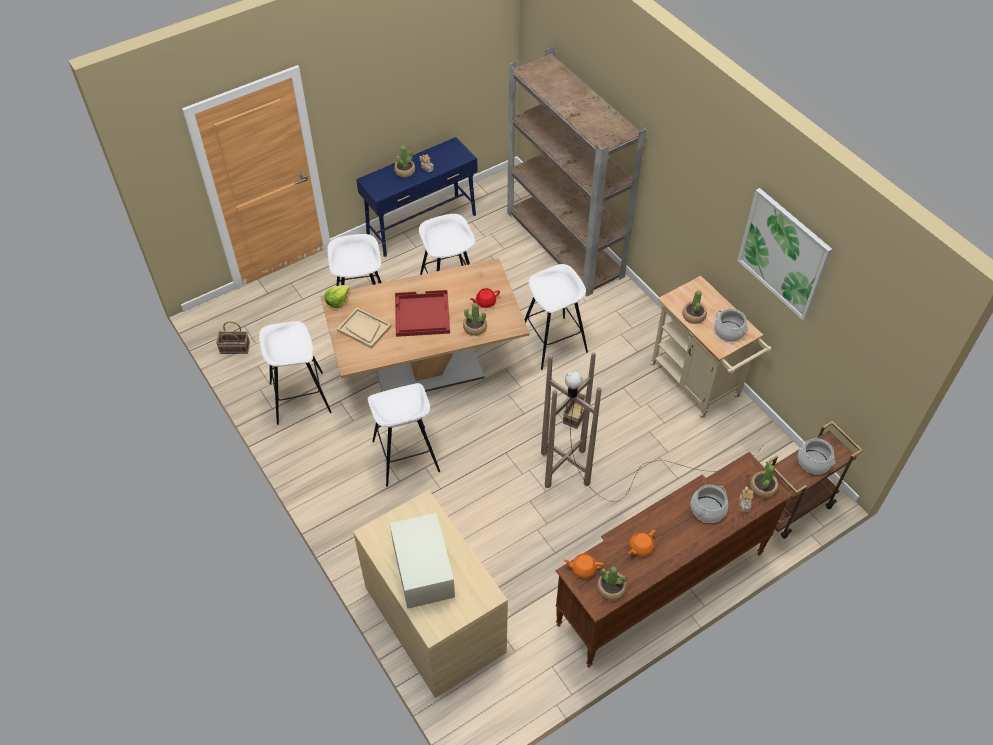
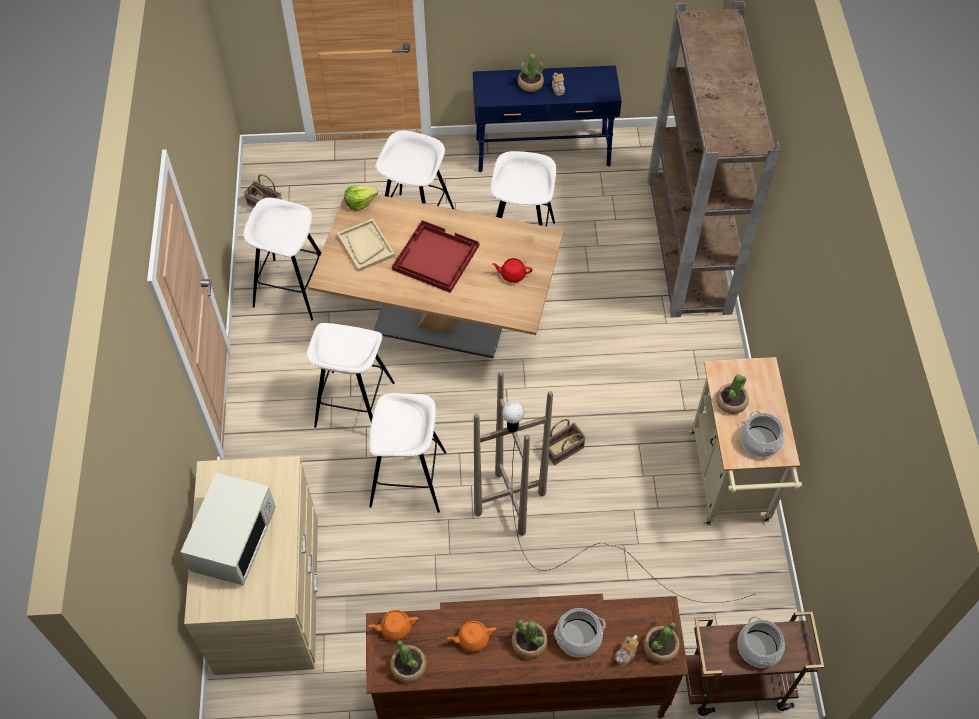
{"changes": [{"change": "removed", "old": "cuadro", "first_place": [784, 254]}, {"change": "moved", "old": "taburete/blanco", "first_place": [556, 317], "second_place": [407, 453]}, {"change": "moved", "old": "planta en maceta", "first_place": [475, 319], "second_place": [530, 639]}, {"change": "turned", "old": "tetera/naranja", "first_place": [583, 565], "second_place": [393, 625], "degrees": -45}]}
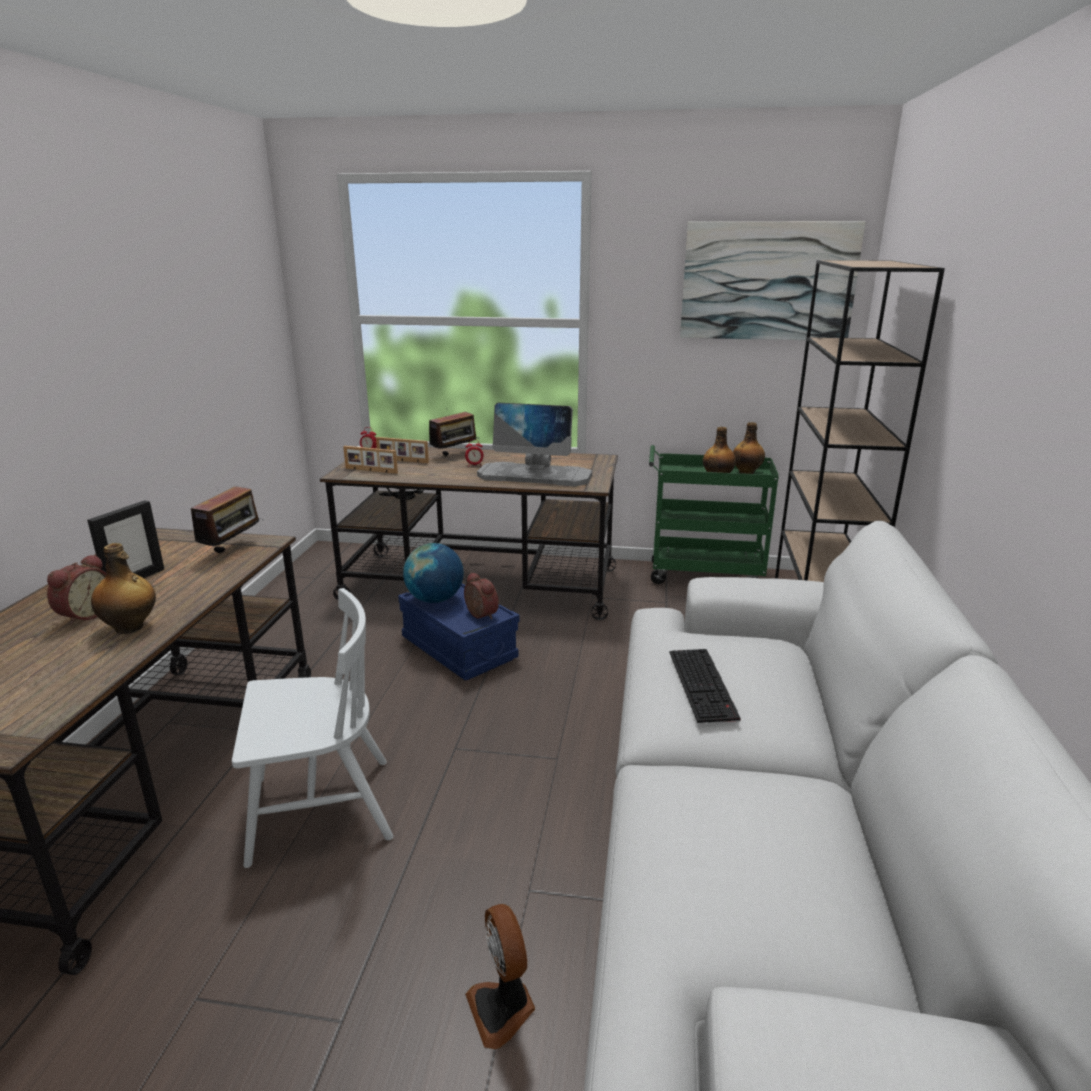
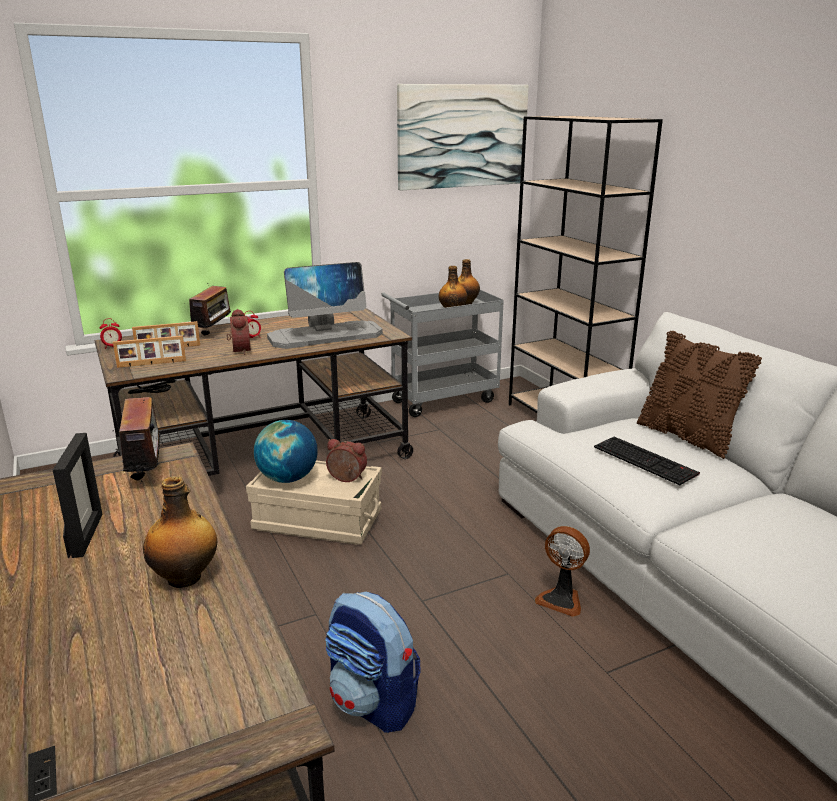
{"changes": [{"change": "recoloured", "old": "carrito/verde", "new": "carrito/gris", "first_place": [713, 514], "second_place": [442, 353]}, {"change": "moved", "old": "despertador", "first_place": [76, 590], "second_place": [238, 332]}, {"change": "recoloured", "old": "caja de almacenaje/azul", "new": "caja de almacenaje/beis", "first_place": [458, 632], "second_place": [314, 502]}, {"change": "replaced", "old": "silla/blanco", "new": "mochila", "first_place": [312, 728], "second_place": [373, 662]}, {"change": "moved", "old": "ventilador", "first_place": [500, 976], "second_place": [562, 571]}, {"change": "added", "new": "cojín/marrón", "second_place": [699, 395]}]}
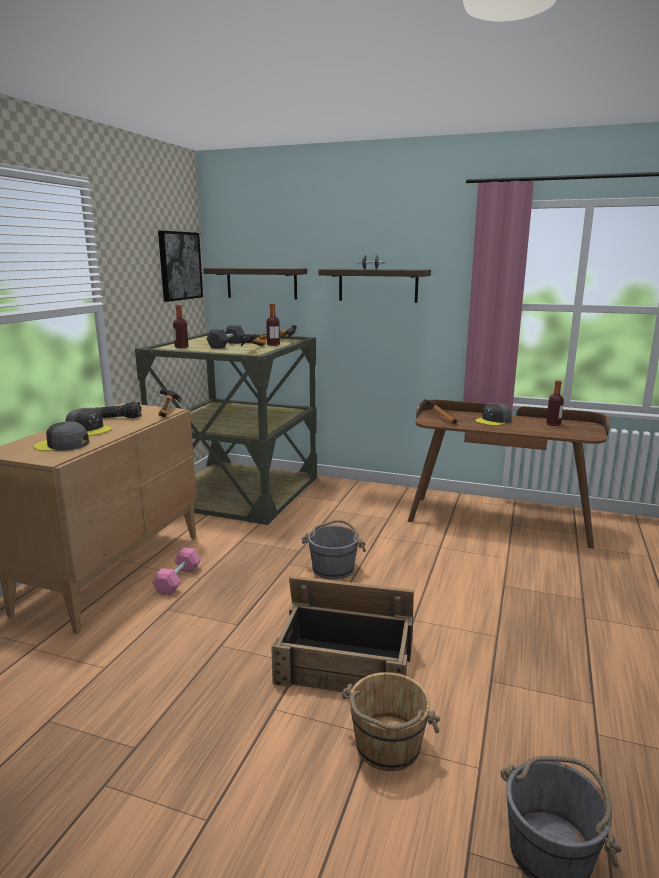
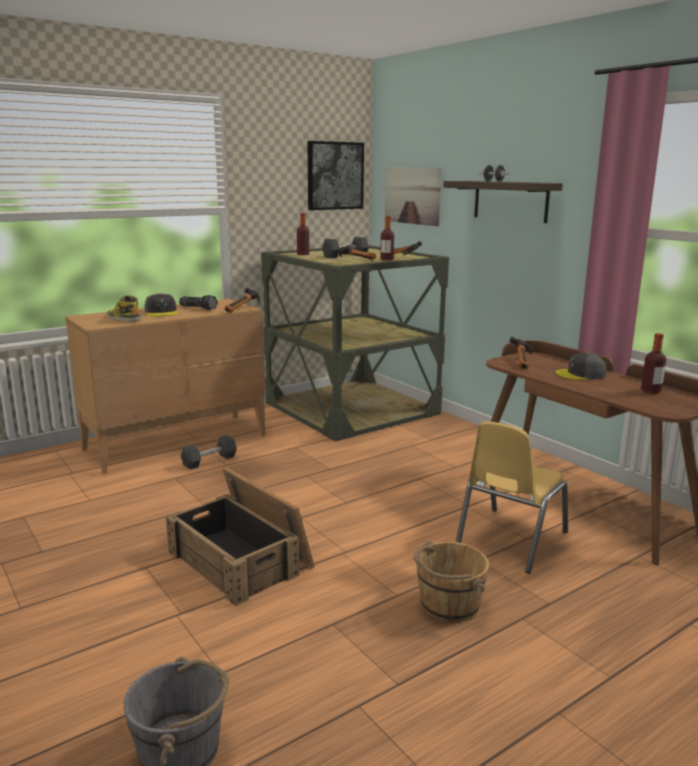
{"changes": [{"change": "replaced", "old": "estante", "new": "cuadro", "first_place": [255, 283], "second_place": [413, 196]}, {"change": "replaced", "old": "gorra/gris", "new": "bota", "first_place": [61, 436], "second_place": [123, 308]}, {"change": "removed", "old": "cubo/gris", "first_place": [334, 550]}, {"change": "recoloured", "old": "mancuerna/rosa", "new": "mancuerna/negro", "first_place": [176, 571], "second_place": [209, 452]}, {"change": "moved", "old": "cubo/marrón", "first_place": [391, 721], "second_place": [451, 582]}, {"change": "added", "new": "silla/amarillo", "second_place": [512, 497]}]}
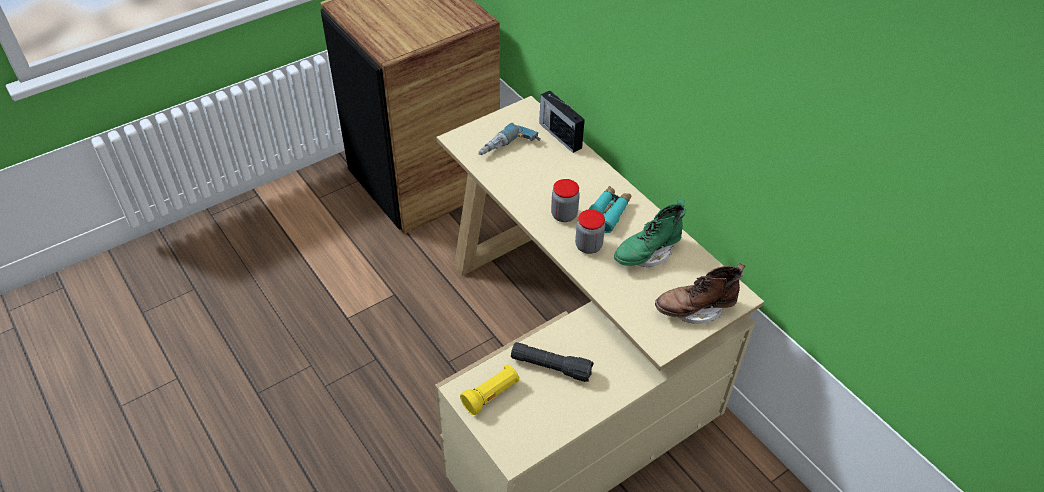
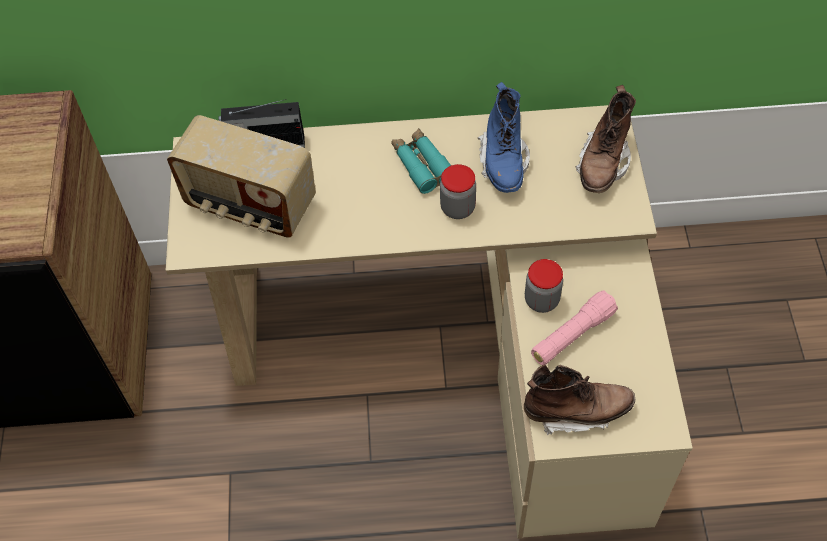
{"changes": [{"change": "replaced", "old": "taladro", "new": "radio", "first_place": [510, 139], "second_place": [241, 176]}, {"change": "moved", "old": "tarro", "first_place": [565, 200], "second_place": [544, 286]}, {"change": "recoloured", "old": "bota/verde", "new": "bota/azul", "first_place": [650, 233], "second_place": [504, 137]}, {"change": "recoloured", "old": "linterna/negro", "new": "linterna/rosa", "first_place": [552, 362], "second_place": [574, 328]}, {"change": "replaced", "old": "linterna/amarillo", "new": "bota/marrón", "first_place": [490, 390], "second_place": [579, 400]}]}
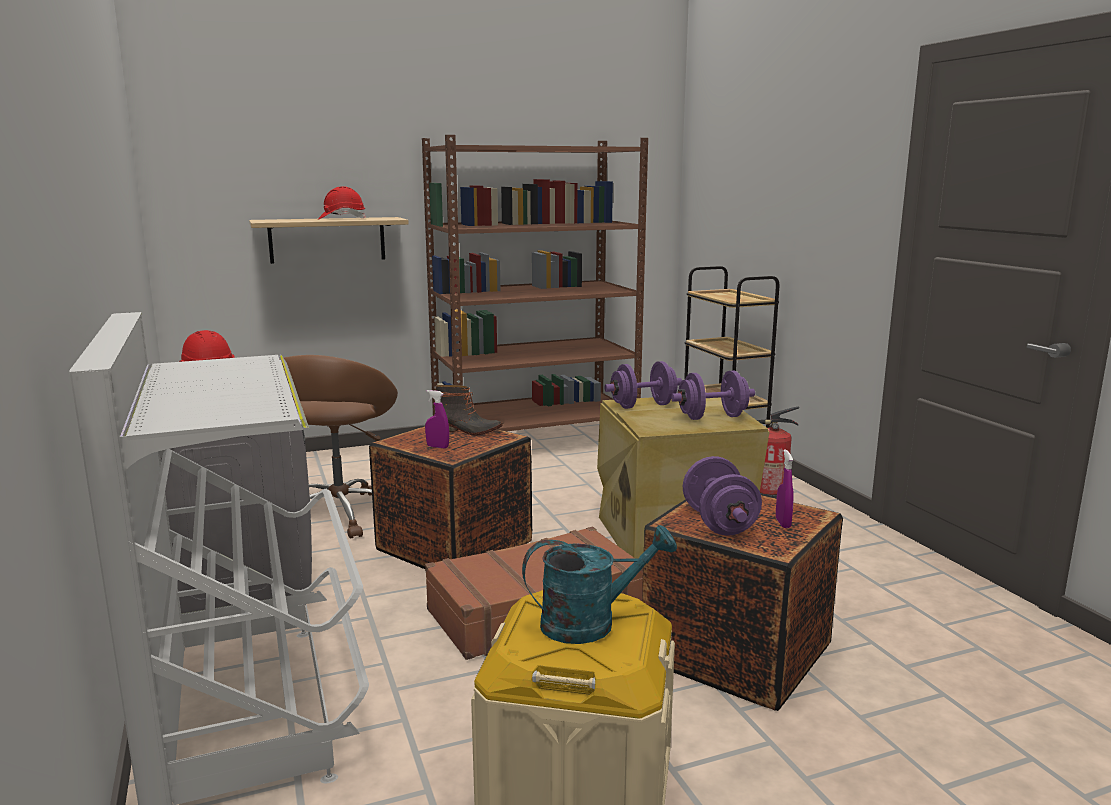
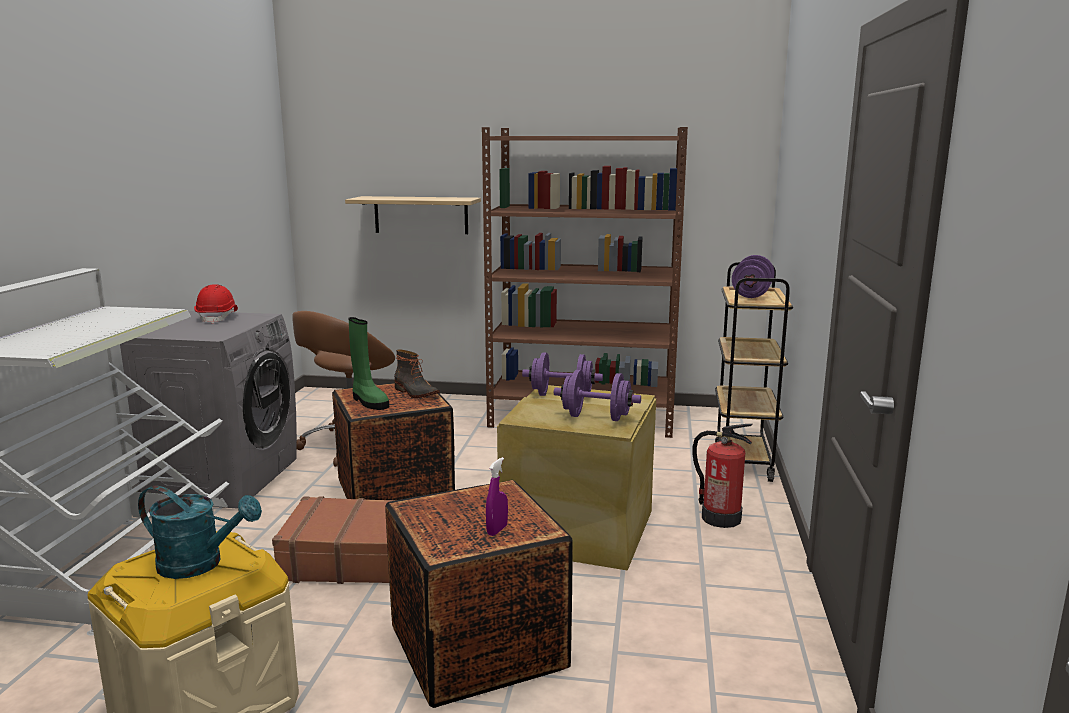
{"changes": [{"change": "removed", "old": "casco/rojo", "first_place": [342, 203]}, {"change": "replaced", "old": "pulverizador/morado", "new": "bota/verde", "first_place": [437, 419], "second_place": [368, 363]}, {"change": "moved", "old": "mancuerna/morado", "first_place": [722, 496], "second_place": [753, 276]}]}
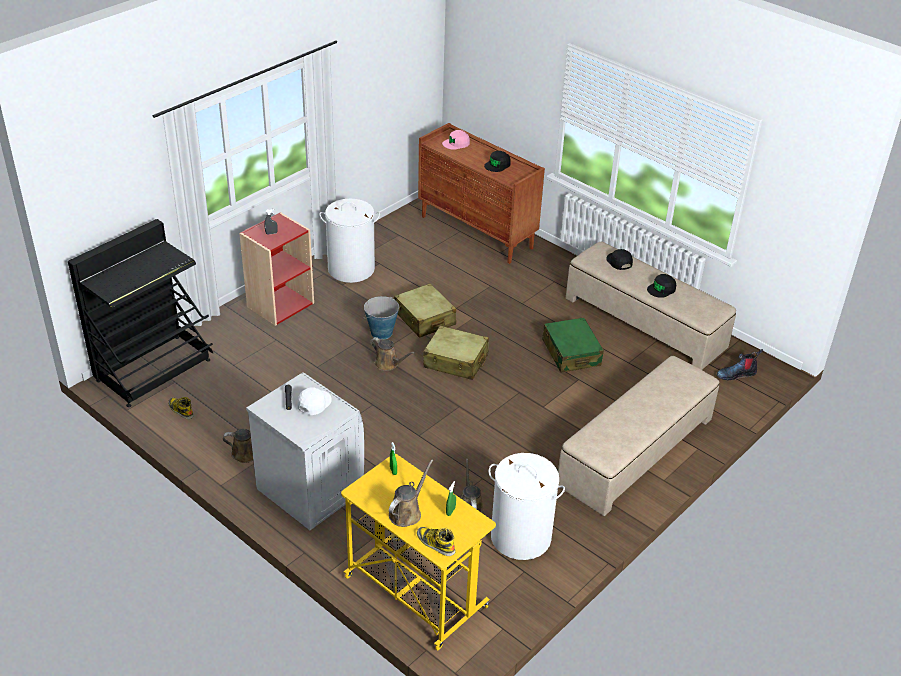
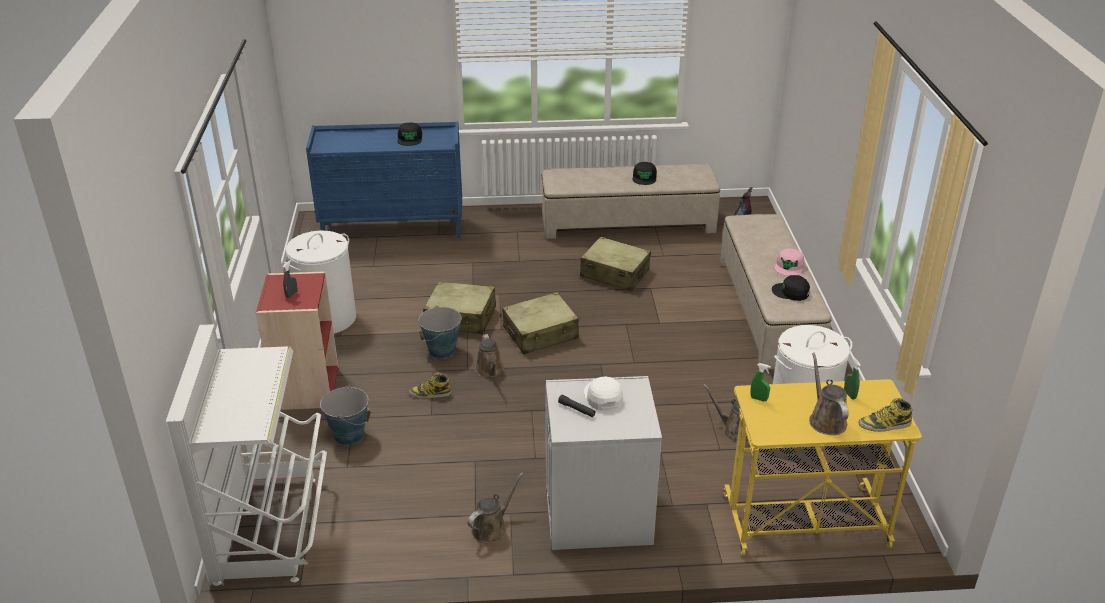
{"changes": [{"change": "recoloured", "old": "armario/marrón", "new": "armario/azul", "first_place": [481, 193], "second_place": [384, 180]}, {"change": "moved", "old": "gorra/rosa", "first_place": [456, 140], "second_place": [790, 262]}, {"change": "recoloured", "old": "zapatero/negro", "new": "zapatero/blanco", "first_place": [140, 313], "second_place": [246, 455]}, {"change": "moved", "old": "gorra/negro", "first_place": [619, 259], "second_place": [791, 288]}, {"change": "recoloured", "old": "maleta/verde", "new": "maleta/beis", "first_place": [573, 345], "second_place": [615, 263]}, {"change": "turned", "old": "regadera/marrón", "first_place": [392, 354], "second_place": [489, 356], "degrees": 90}, {"change": "moved", "old": "bota", "first_place": [181, 408], "second_place": [430, 386]}, {"change": "added", "new": "cubo", "second_place": [345, 415]}]}
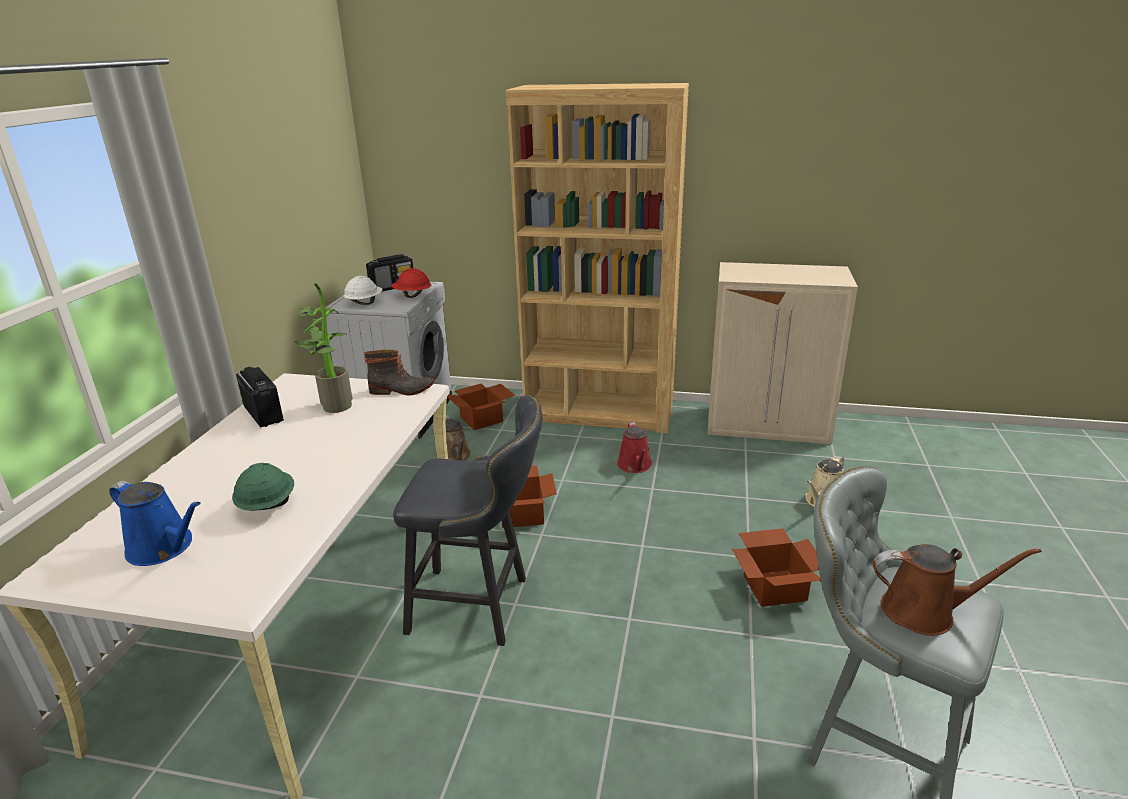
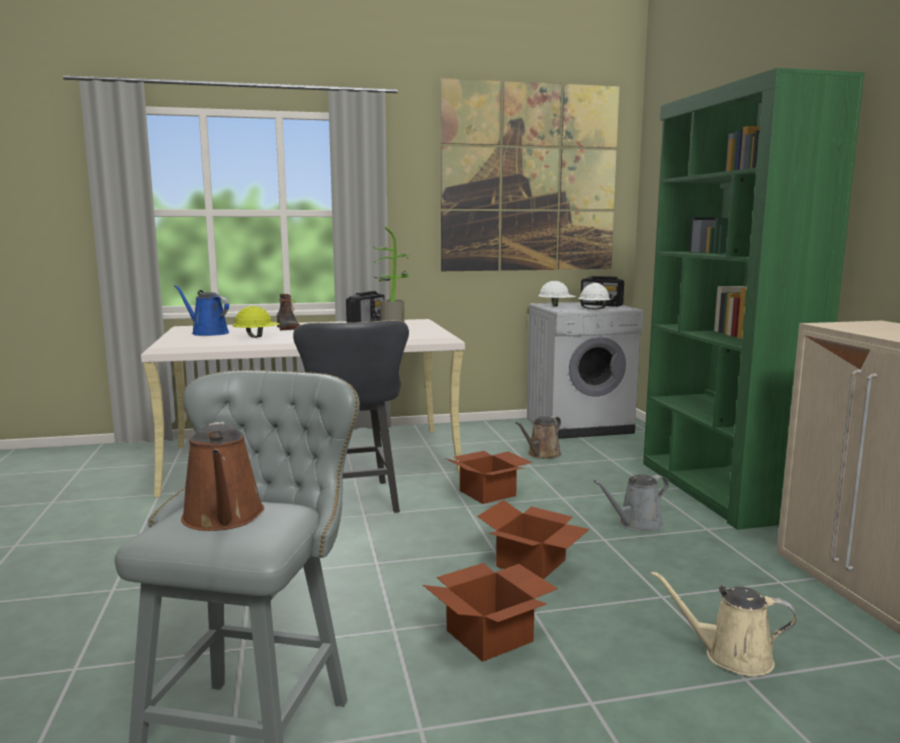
{"changes": [{"change": "recoloured", "old": "estantería/marrón", "new": "estantería/verde", "first_place": [597, 258], "second_place": [754, 299]}, {"change": "recoloured", "old": "casco/rojo", "new": "casco/blanco", "first_place": [411, 283], "second_place": [594, 296]}, {"change": "moved", "old": "bota", "first_place": [399, 372], "second_place": [288, 312]}, {"change": "moved", "old": "caja de cartón", "first_place": [481, 406], "second_place": [533, 539]}, {"change": "recoloured", "old": "regadera/rojo", "new": "regadera/gris", "first_place": [634, 447], "second_place": [631, 502]}, {"change": "recoloured", "old": "casco/verde", "new": "casco/amarillo", "first_place": [263, 487], "second_place": [256, 322]}, {"change": "turned", "old": "regadera/azul", "first_place": [155, 523], "second_place": [201, 310], "degrees": 120}, {"change": "added", "new": "cuadro", "second_place": [530, 174]}]}
